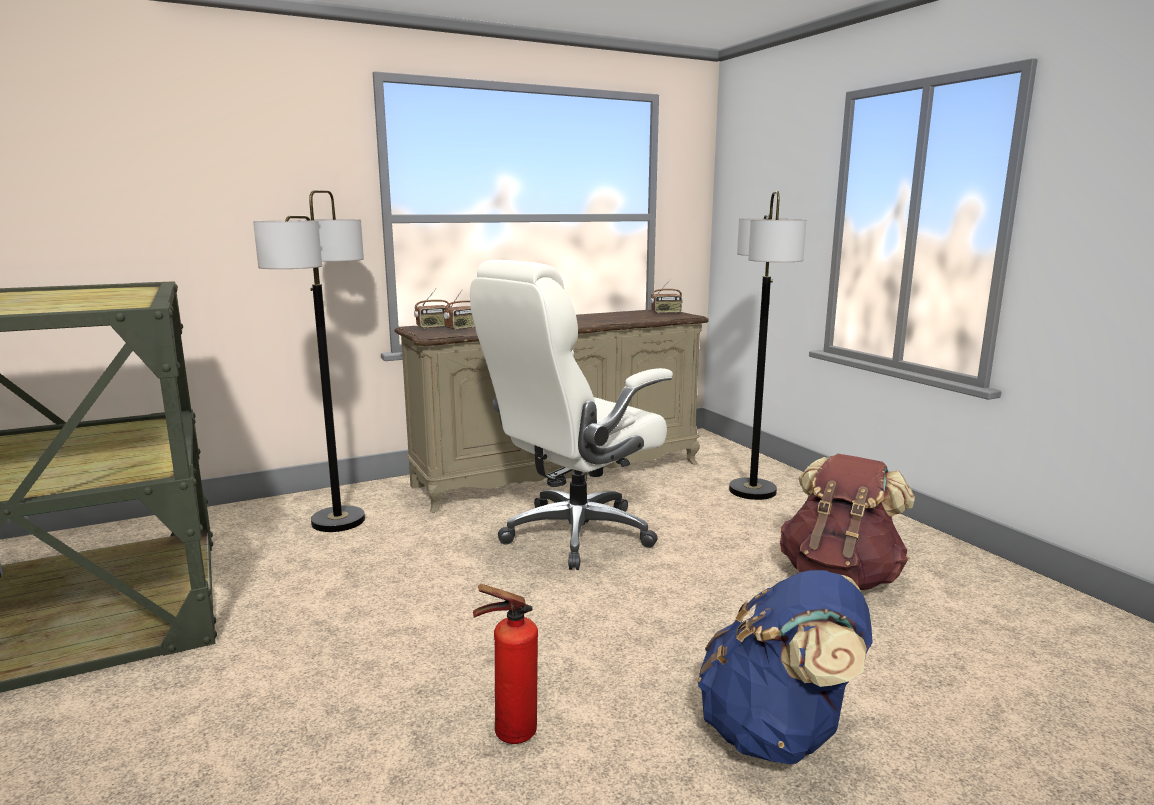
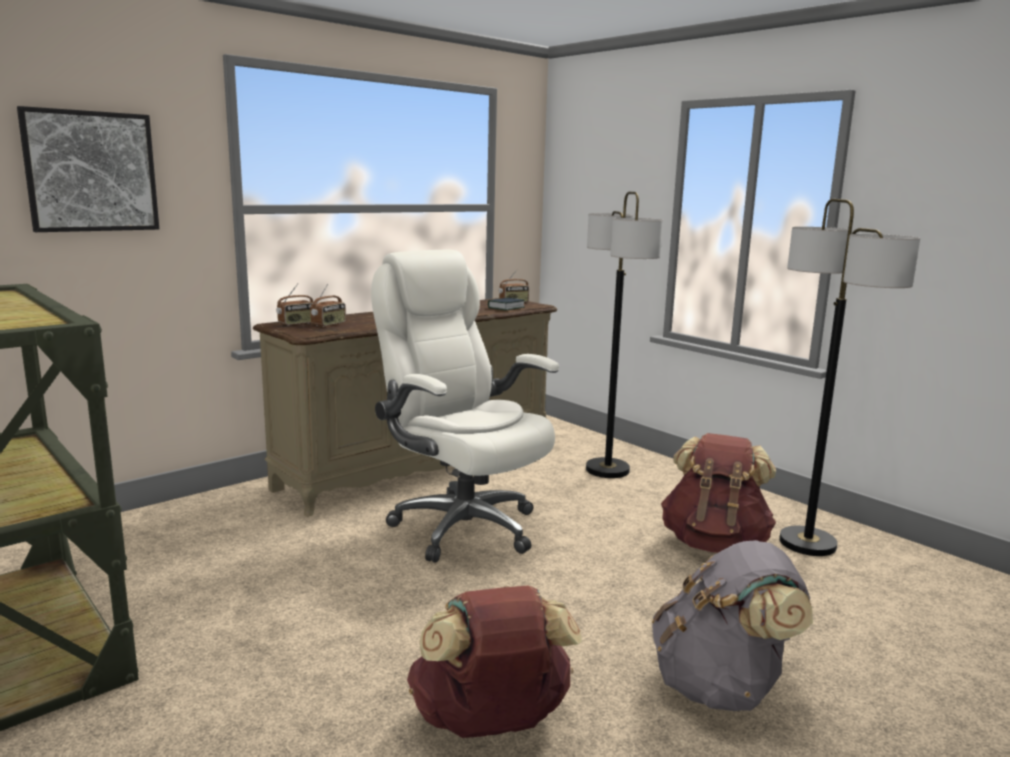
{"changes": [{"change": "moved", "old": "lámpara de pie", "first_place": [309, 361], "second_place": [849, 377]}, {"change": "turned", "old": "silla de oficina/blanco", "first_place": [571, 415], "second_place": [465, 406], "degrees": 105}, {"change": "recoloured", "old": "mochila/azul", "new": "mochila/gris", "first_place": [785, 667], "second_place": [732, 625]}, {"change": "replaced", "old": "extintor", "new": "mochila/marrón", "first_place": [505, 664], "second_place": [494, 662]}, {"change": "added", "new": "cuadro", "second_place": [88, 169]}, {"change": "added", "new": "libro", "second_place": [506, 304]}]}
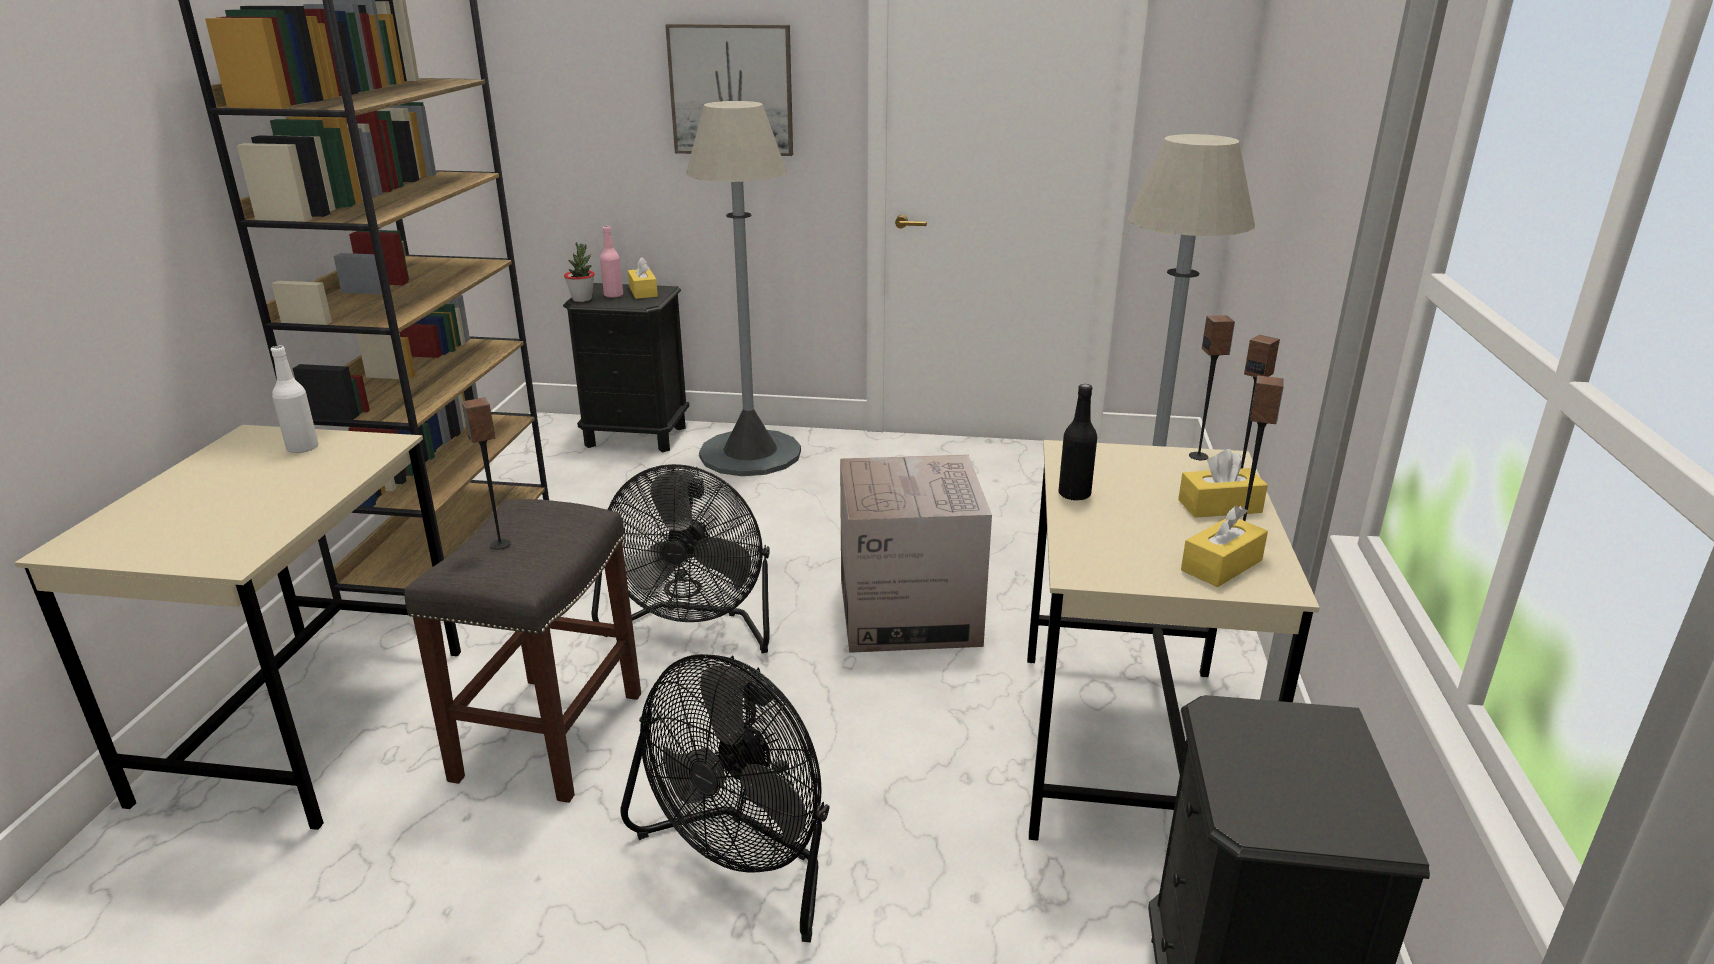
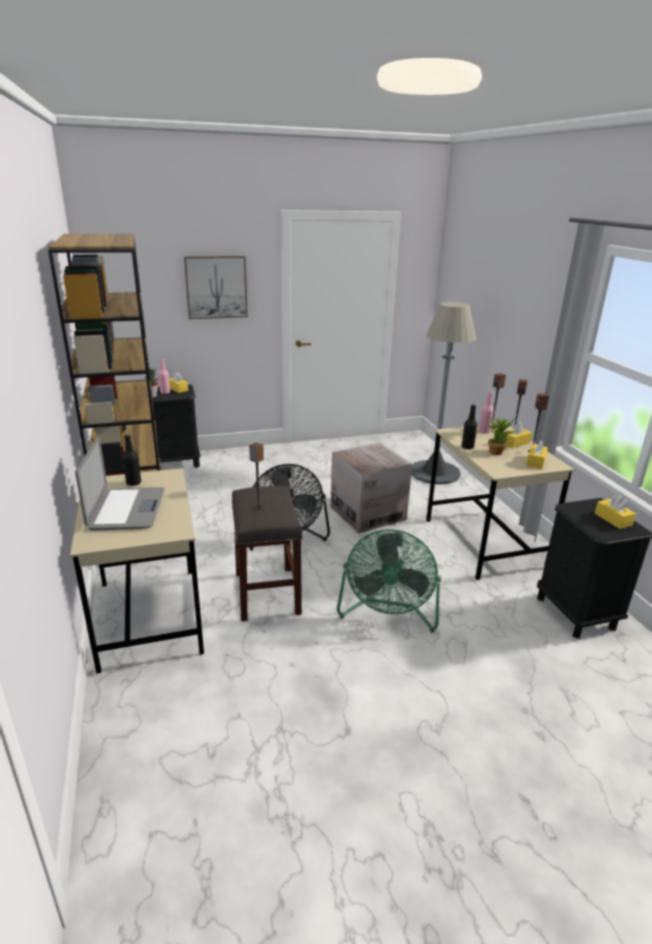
{"changes": [{"change": "removed", "old": "lámpara de pie/gris", "first_place": [743, 288]}, {"change": "recoloured", "old": "botella/blanco", "new": "botella/negro", "first_place": [295, 399], "second_place": [132, 460]}, {"change": "recoloured", "old": "ventilador/negro", "new": "ventilador/verde", "first_place": [725, 798], "second_place": [389, 581]}, {"change": "added", "new": "botella/rosa", "second_place": [486, 412]}, {"change": "added", "new": "planta en maceta", "second_place": [500, 436]}, {"change": "added", "new": "portátil", "second_place": [119, 484]}, {"change": "added", "new": "caja de pañuelos/amarillo", "second_place": [615, 511]}]}
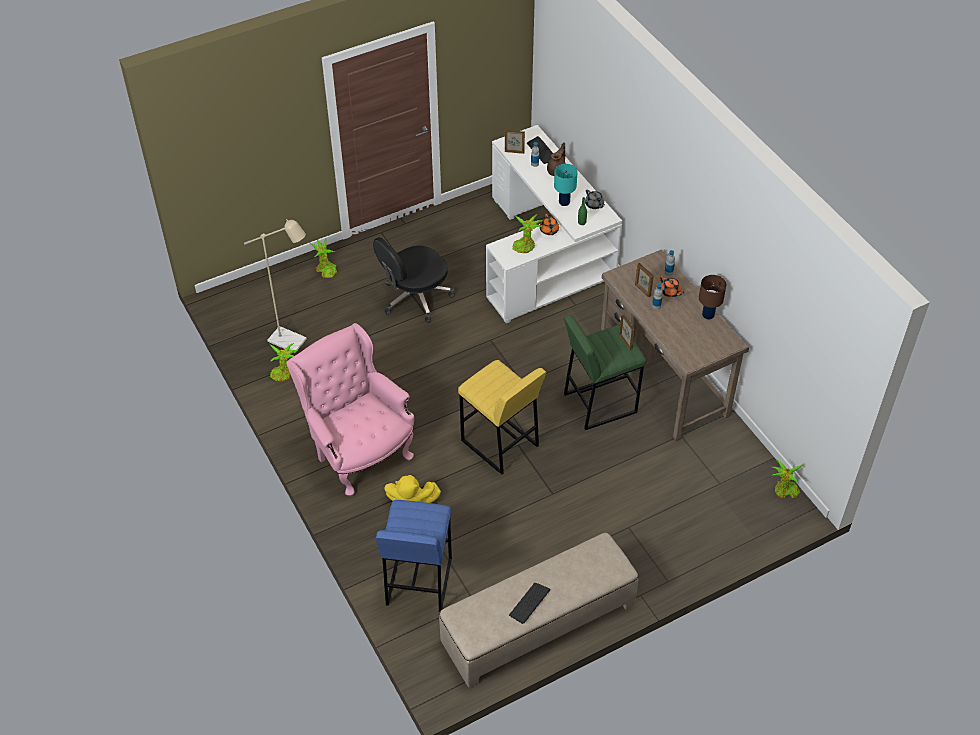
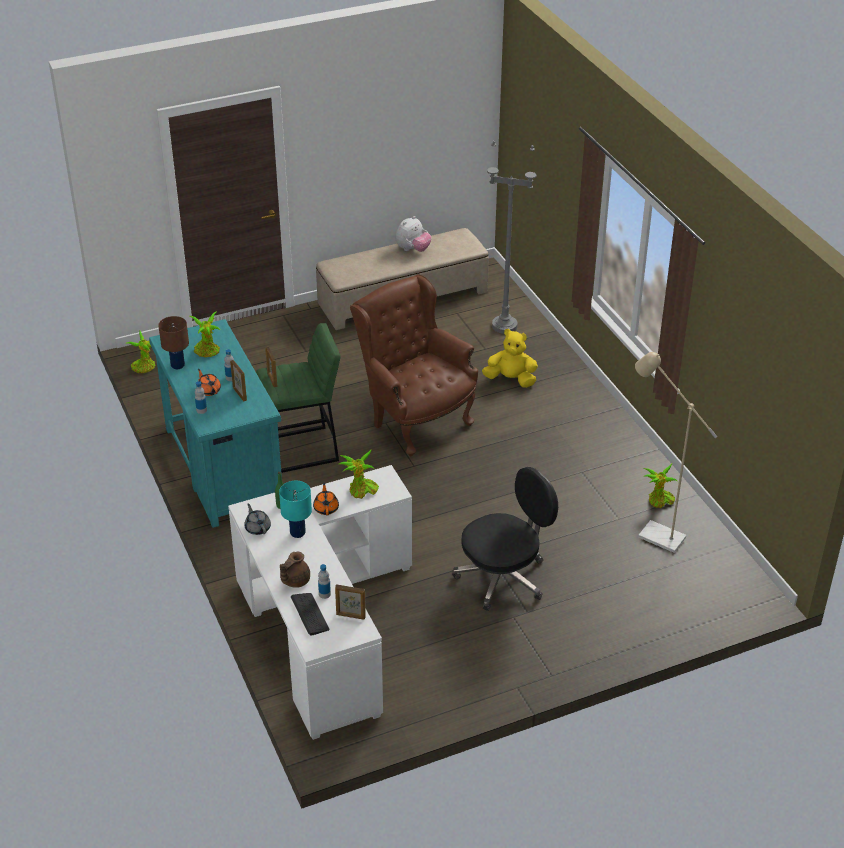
{"changes": [{"change": "moved", "old": "planta en maceta", "first_place": [323, 258], "second_place": [205, 334]}, {"change": "recoloured", "old": "escritorio/marrón", "new": "escritorio/turquesa", "first_place": [675, 345], "second_place": [215, 423]}, {"change": "removed", "old": "sillón/rosa", "first_place": [350, 409]}, {"change": "replaced", "old": "taburete/amarillo", "new": "sillón/marrón", "first_place": [502, 417], "second_place": [414, 365]}, {"change": "replaced", "old": "taburete/azul", "new": "lámpara de pie/gris", "first_place": [414, 556], "second_place": [512, 237]}, {"change": "replaced", "old": "teclado", "new": "peluche", "first_place": [529, 603], "second_place": [413, 234]}]}
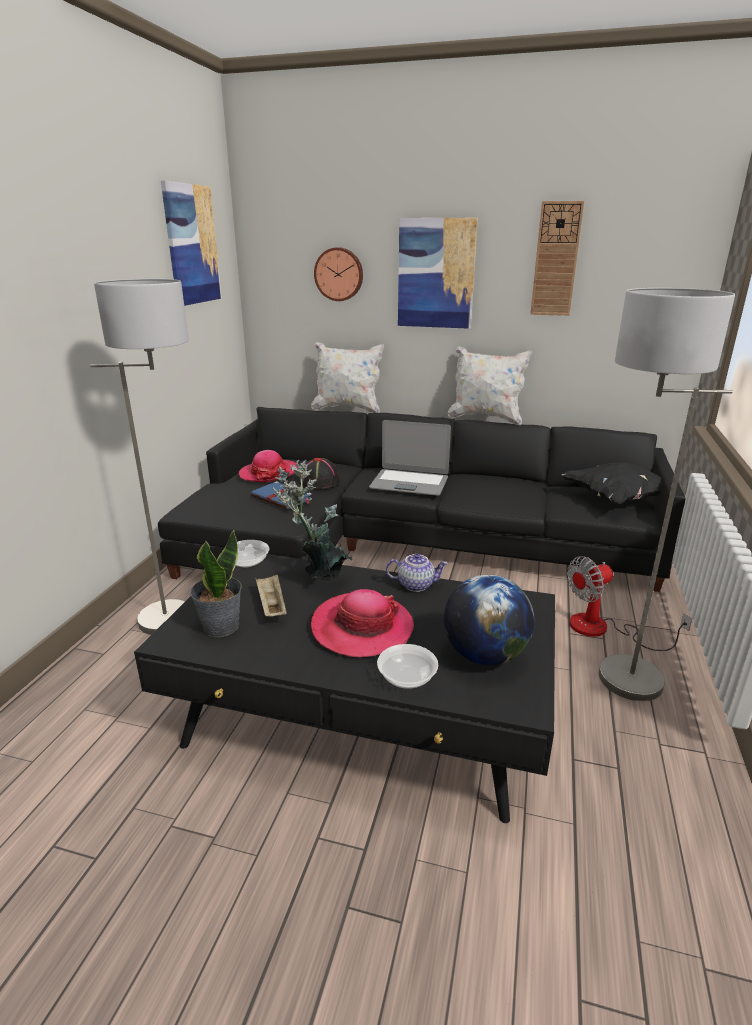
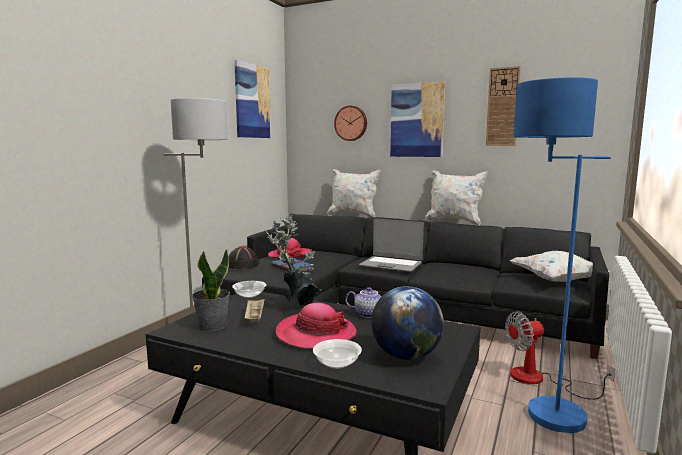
{"changes": [{"change": "recoloured", "old": "lámpara de pie/gris", "new": "lámpara de pie/azul", "first_place": [667, 494], "second_place": [562, 255]}, {"change": "moved", "old": "sombrero/negro", "first_place": [319, 473], "second_place": [243, 257]}, {"change": "recoloured", "old": "cojín/negro", "new": "cojín/blanco", "first_place": [611, 483], "second_place": [560, 266]}]}
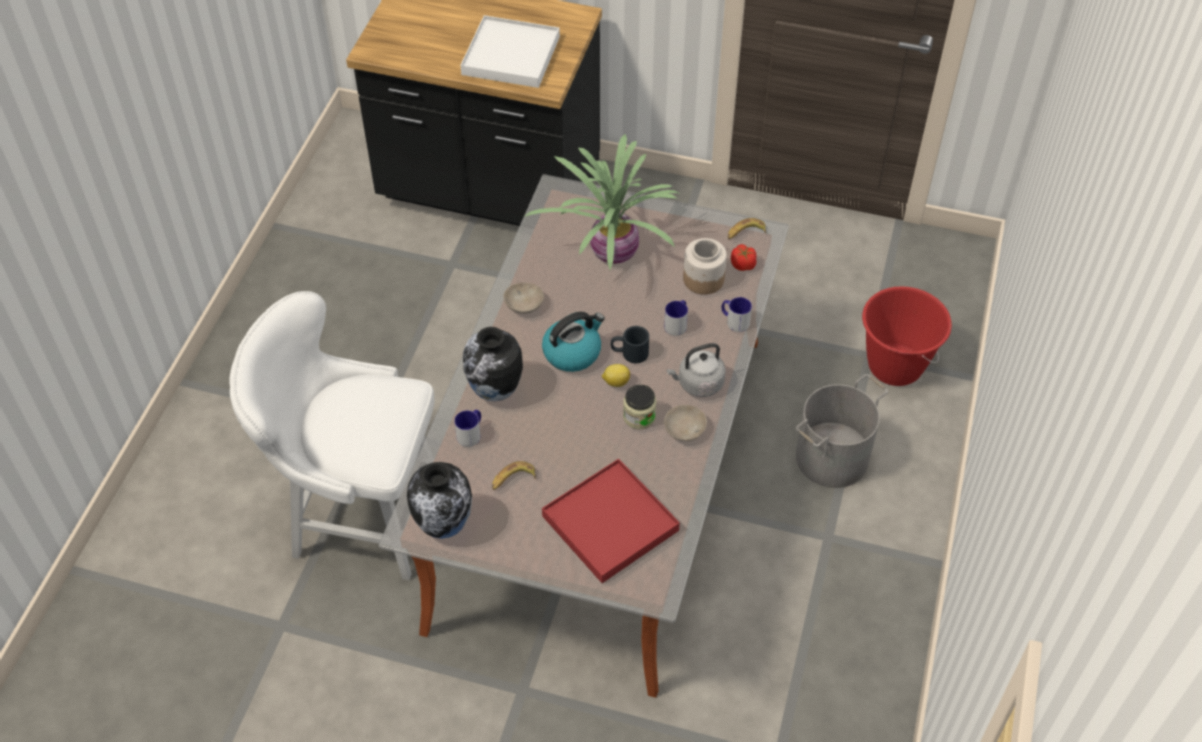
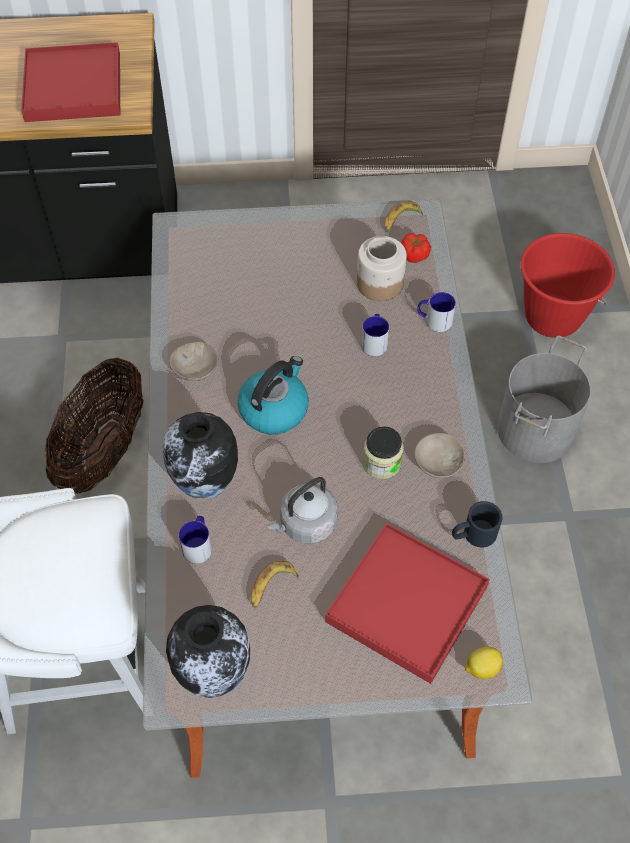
{"changes": [{"change": "recoloured", "old": "bandeja/blanco", "new": "bandeja/rojo", "first_place": [510, 51], "second_place": [70, 82]}, {"change": "removed", "old": "planta en maceta", "first_place": [602, 202]}, {"change": "moved", "old": "taza grande/negro", "first_place": [630, 344], "second_place": [477, 524]}, {"change": "moved", "old": "hervidor/gris", "first_place": [696, 370], "second_place": [303, 510]}, {"change": "moved", "old": "limón", "first_place": [616, 375], "second_place": [484, 663]}, {"change": "added", "new": "cesta", "second_place": [94, 425]}]}
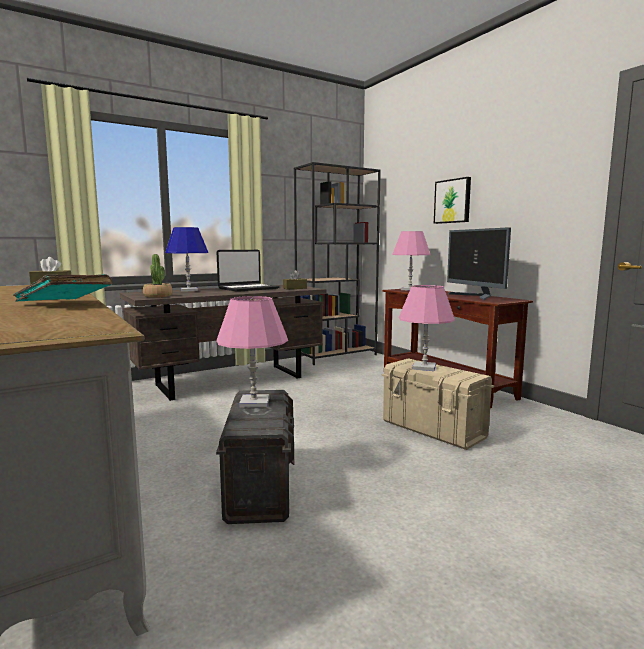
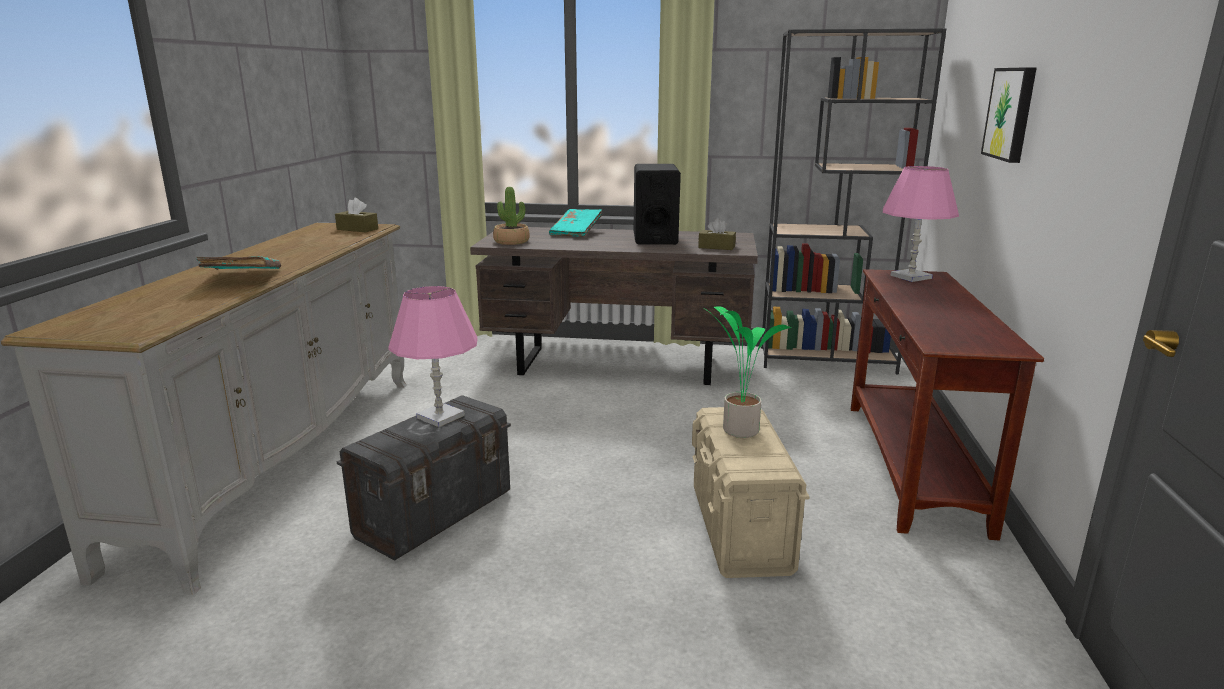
{"changes": [{"change": "replaced", "old": "lámpara de mesa/azul", "new": "libro/turquesa", "first_place": [186, 259], "second_place": [575, 223]}, {"change": "removed", "old": "monitor", "first_place": [479, 263]}, {"change": "replaced", "old": "portátil", "new": "altavoz/negro", "first_place": [248, 271], "second_place": [657, 204]}, {"change": "replaced", "old": "lámpara de mesa/rosa", "new": "planta en maceta", "first_place": [427, 328], "second_place": [747, 372]}]}
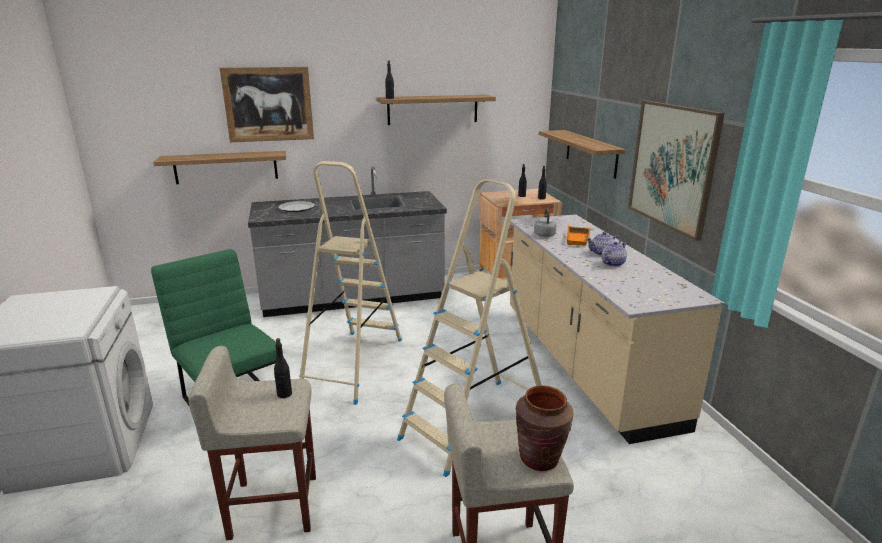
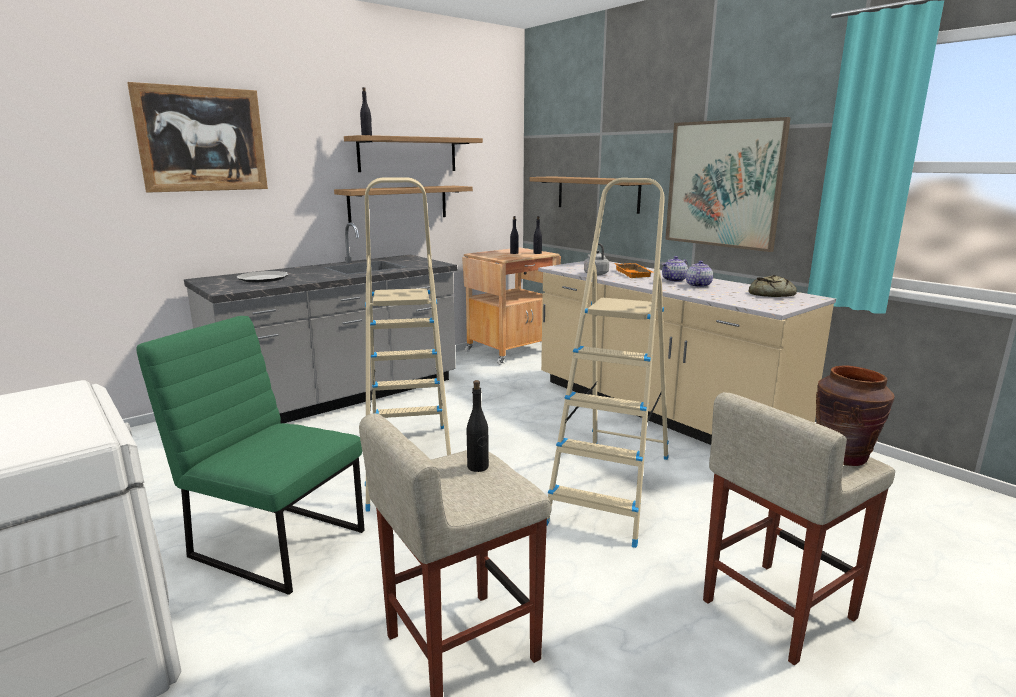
{"changes": [{"change": "moved", "old": "estante", "first_place": [219, 167], "second_place": [403, 204]}, {"change": "added", "new": "pan", "second_place": [773, 286]}]}
